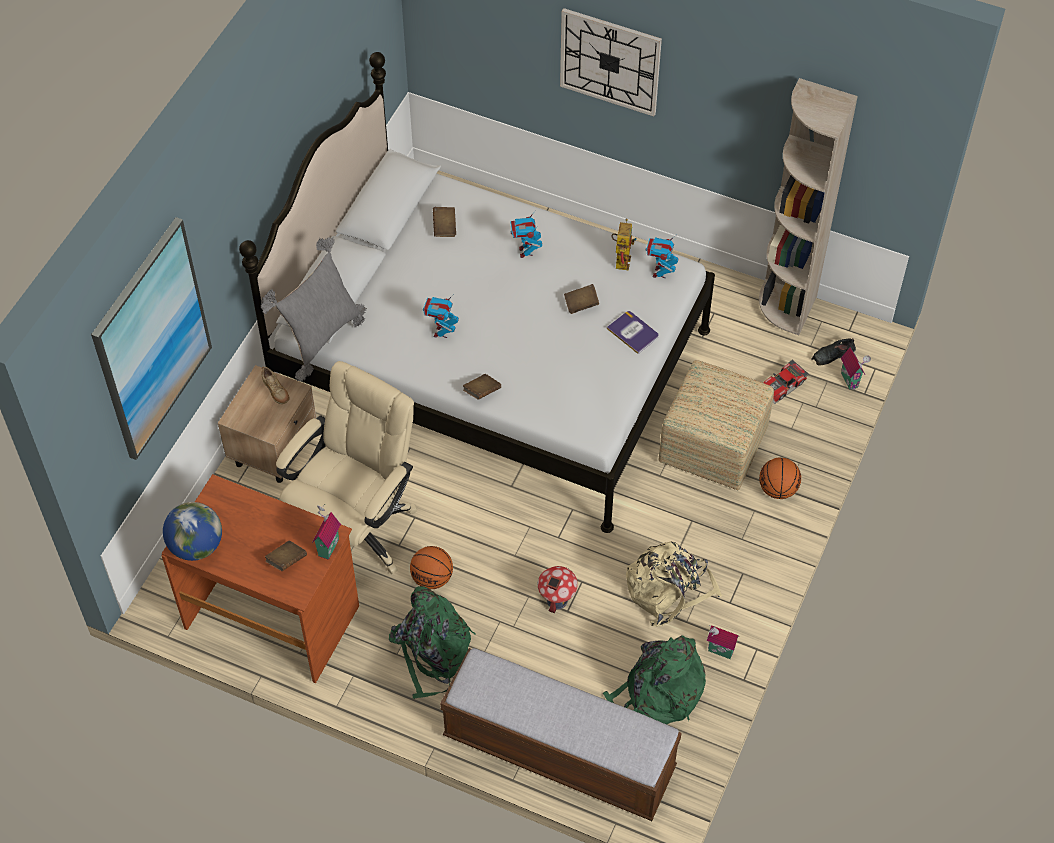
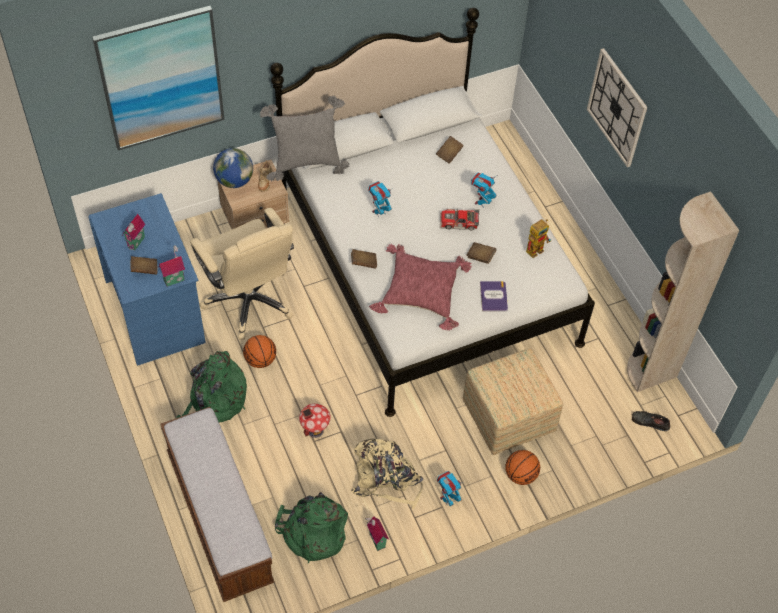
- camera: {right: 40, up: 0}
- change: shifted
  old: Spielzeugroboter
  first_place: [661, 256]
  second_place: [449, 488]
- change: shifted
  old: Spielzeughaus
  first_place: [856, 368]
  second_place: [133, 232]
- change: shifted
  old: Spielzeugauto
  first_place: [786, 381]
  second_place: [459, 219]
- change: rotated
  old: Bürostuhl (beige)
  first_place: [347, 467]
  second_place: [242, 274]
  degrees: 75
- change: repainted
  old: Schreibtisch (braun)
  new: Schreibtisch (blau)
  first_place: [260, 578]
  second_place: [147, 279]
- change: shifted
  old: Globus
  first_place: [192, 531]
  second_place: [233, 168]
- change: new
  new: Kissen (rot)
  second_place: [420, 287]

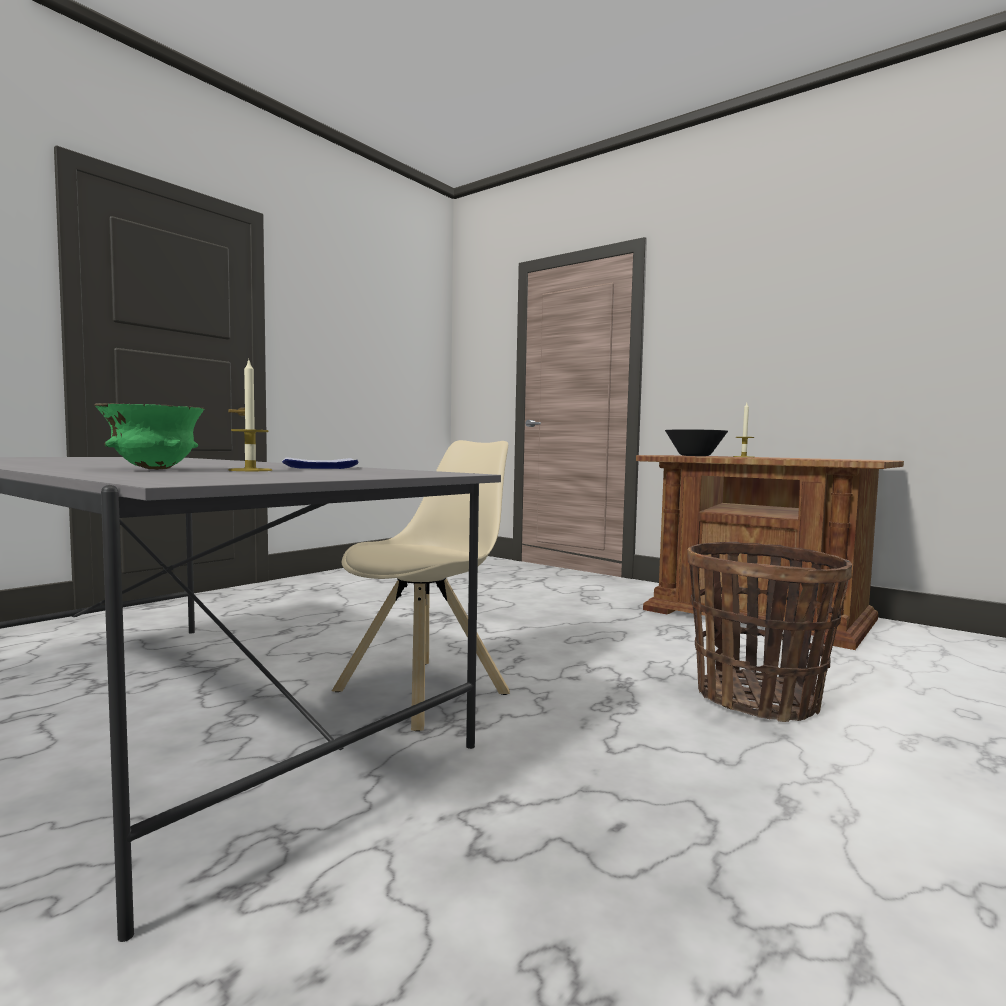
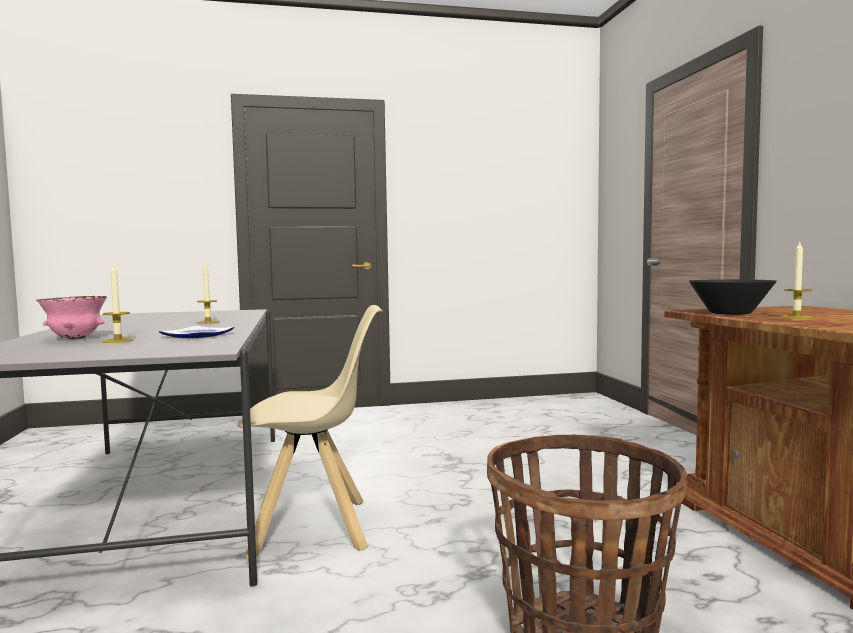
- camera: {right: 40, up: 0}
- change: repainted
  old: Schüssel (grün)
  new: Schüssel (rosa)
  first_place: [149, 436]
  second_place: [71, 317]
- change: new
  new: Kerze
  second_place: [208, 294]

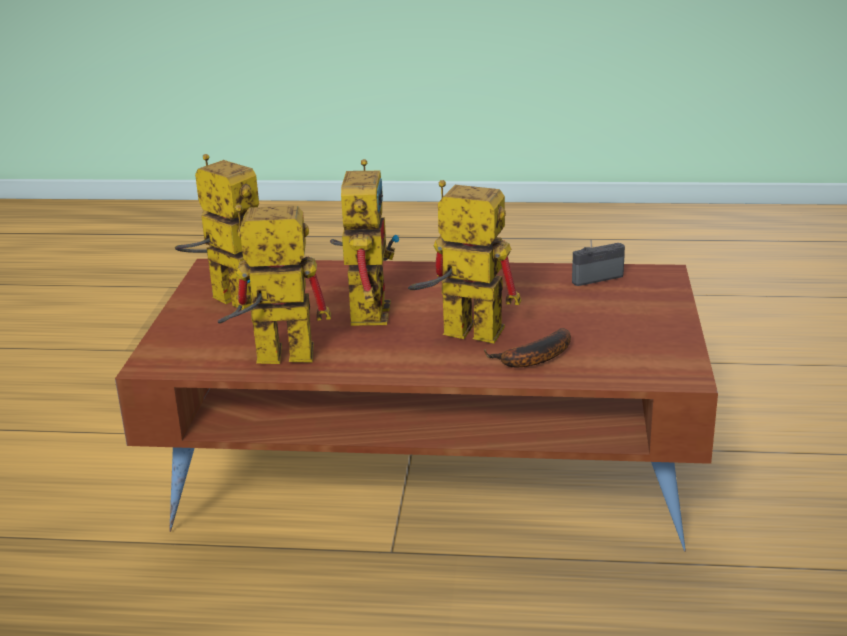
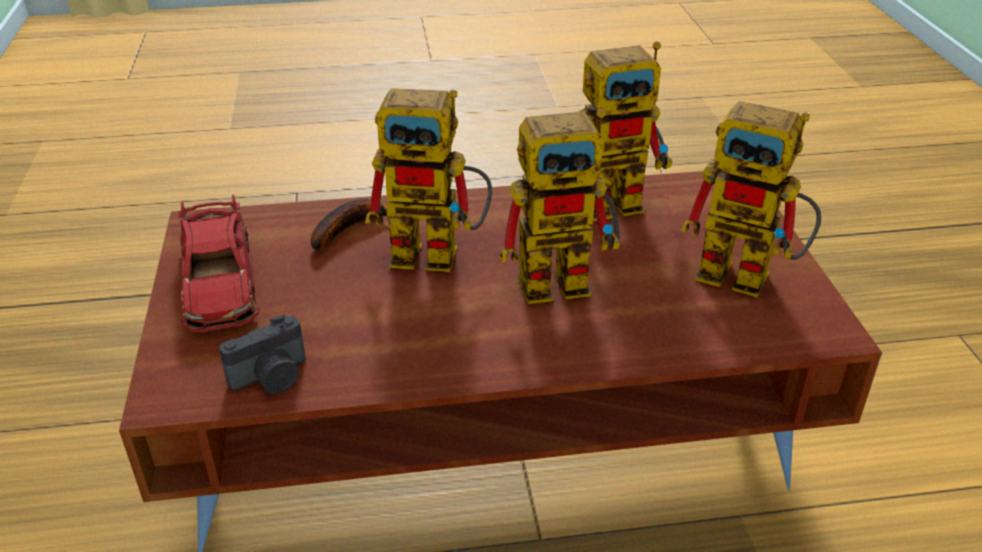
- camera: {right: 165, up: 10}
- change: rotated
  old: Spielzeugroboter
  first_place: [365, 242]
  second_place: [560, 206]
  degrees: -90
- change: new
  new: Spielzeugauto (rot)
  second_place: [219, 263]

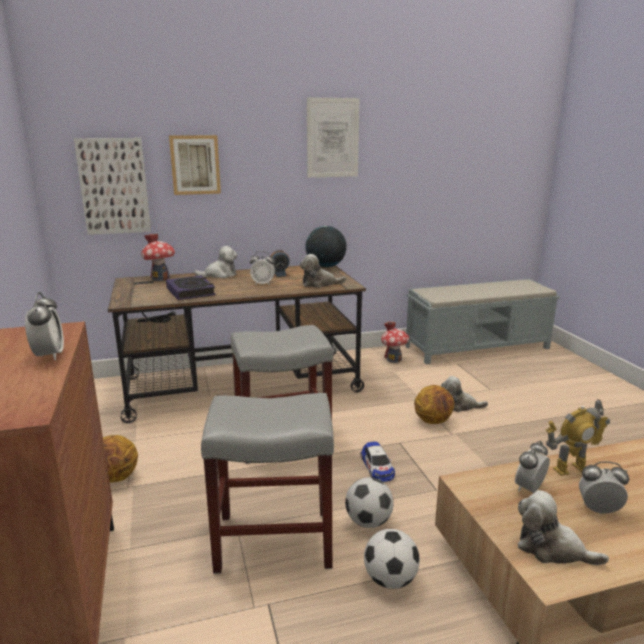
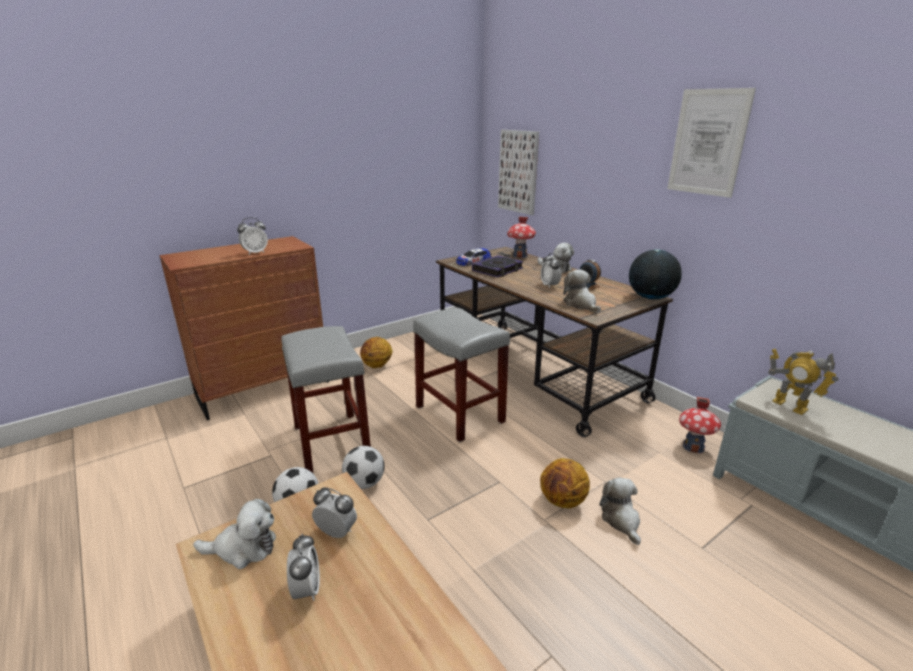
- camera: {right: 70, up: 5}
- change: gone
  old: Bild
  first_place: [195, 165]
- change: shifted
  old: Spielzeugroboter
  first_place: [578, 437]
  second_place: [803, 382]
- change: shifted
  old: Spielzeugauto
  first_place: [378, 462]
  second_place: [473, 257]
- change: rotated
  old: Plüschtier
  first_place: [563, 527]
  second_place: [234, 534]
  degrees: 75

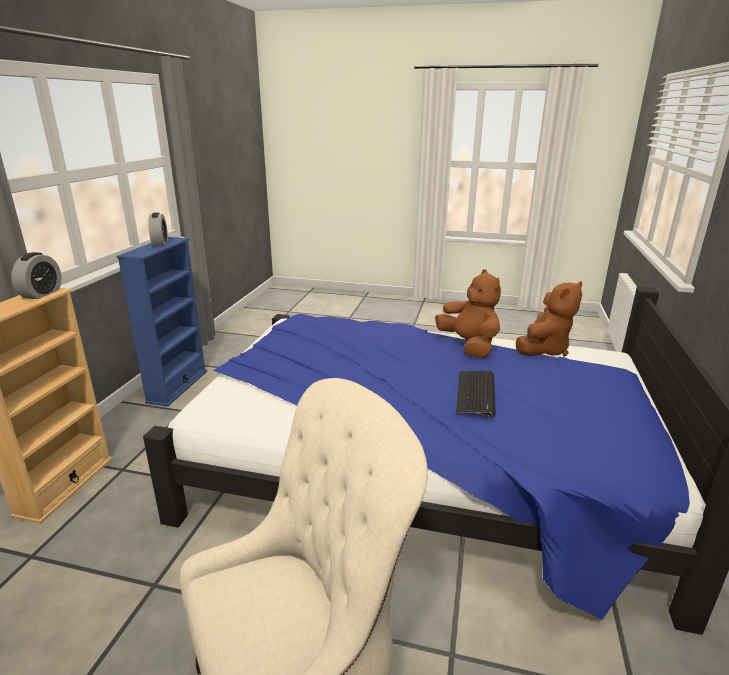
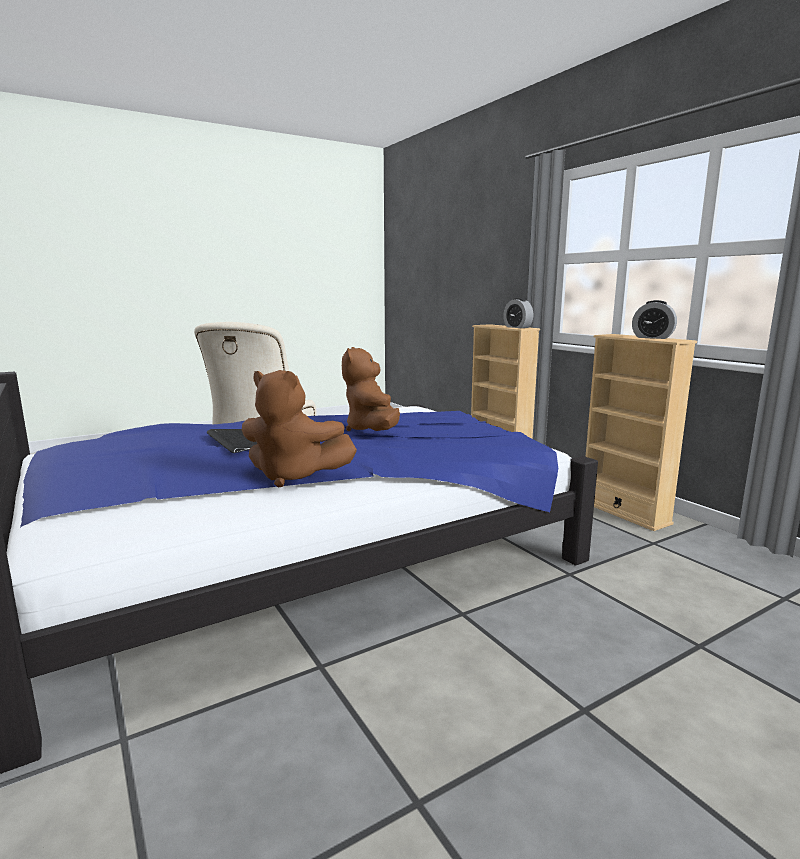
- camera: {right: 135, up: -10}
- change: repainted
  old: Bücherregal (blau)
  new: Bücherregal (beige)
  first_place: [162, 322]
  second_place: [641, 432]
- change: shifted
  old: Plüschtier (braun)
  first_place: [549, 318]
  second_place: [371, 389]

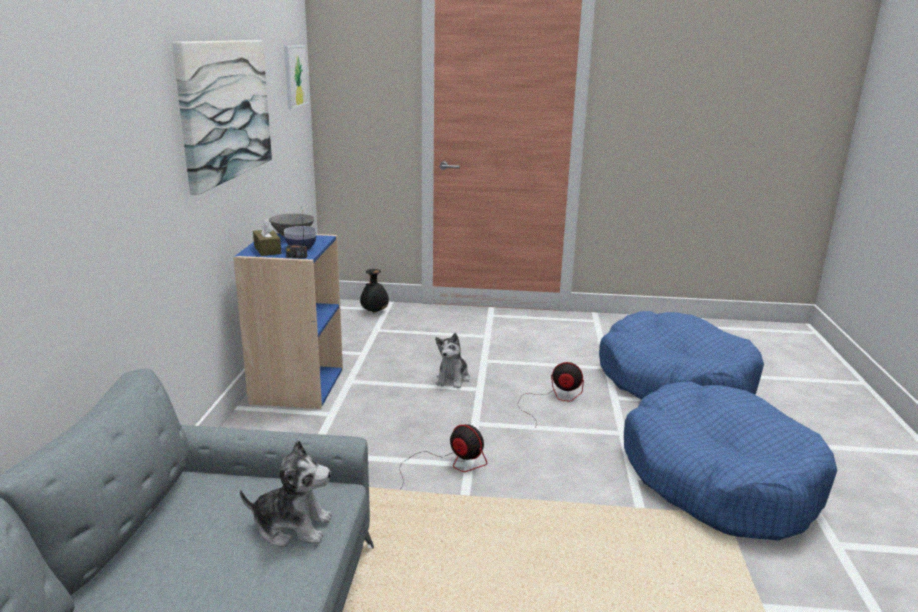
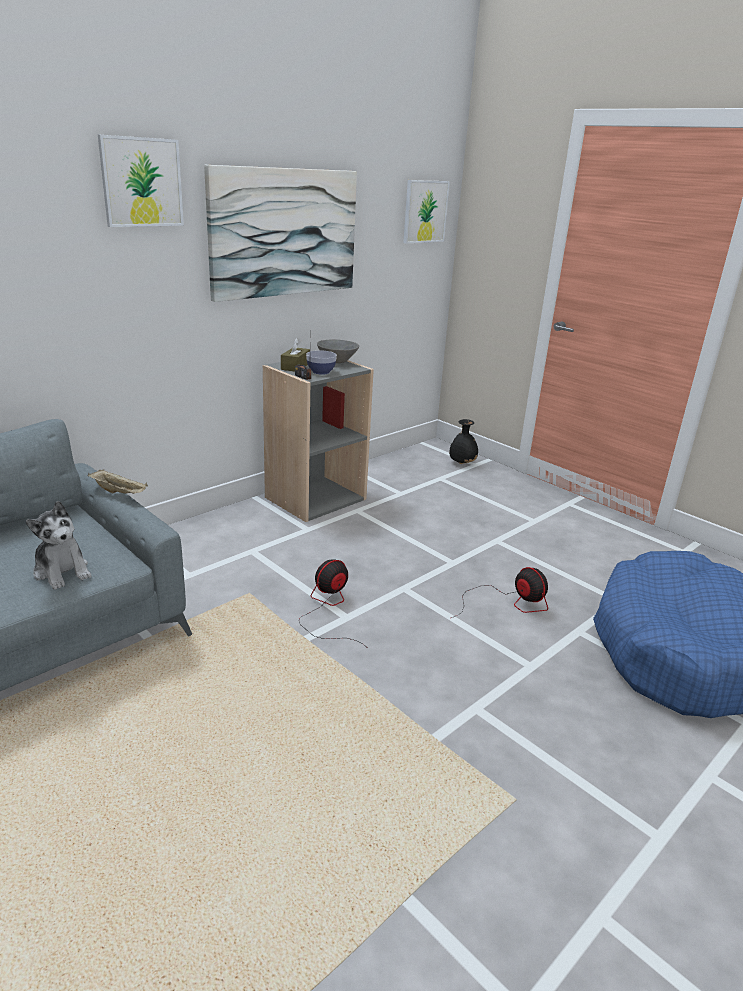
- camera: {right: 40, up: 5}
- change: repainted
  old: Bücherregal (blau)
  new: Bücherregal (grau)
  first_place: [288, 320]
  second_place: [318, 441]
- change: gone
  old: Plüschtier
  first_place: [452, 360]
- change: gone
  old: Hundebett (blau)
  first_place: [730, 461]
- change: rotated
  old: Ventilator
  first_place: [443, 456]
  second_place: [334, 604]
  degrees: -120
- change: new
  new: Bild
  second_place: [141, 181]
- change: new
  new: Tablett (beige)
  second_place: [118, 482]

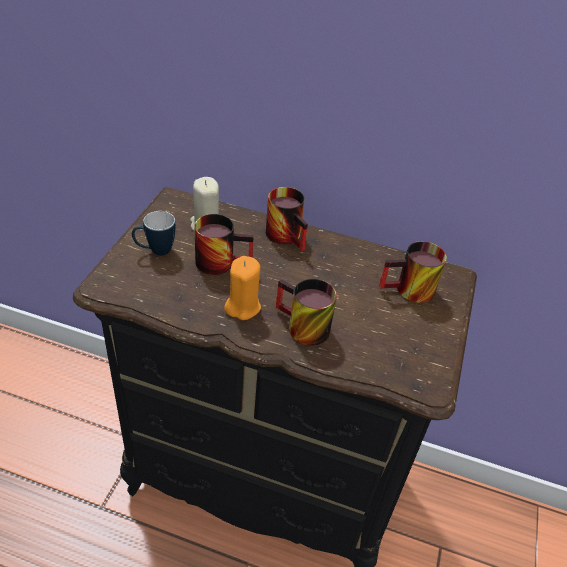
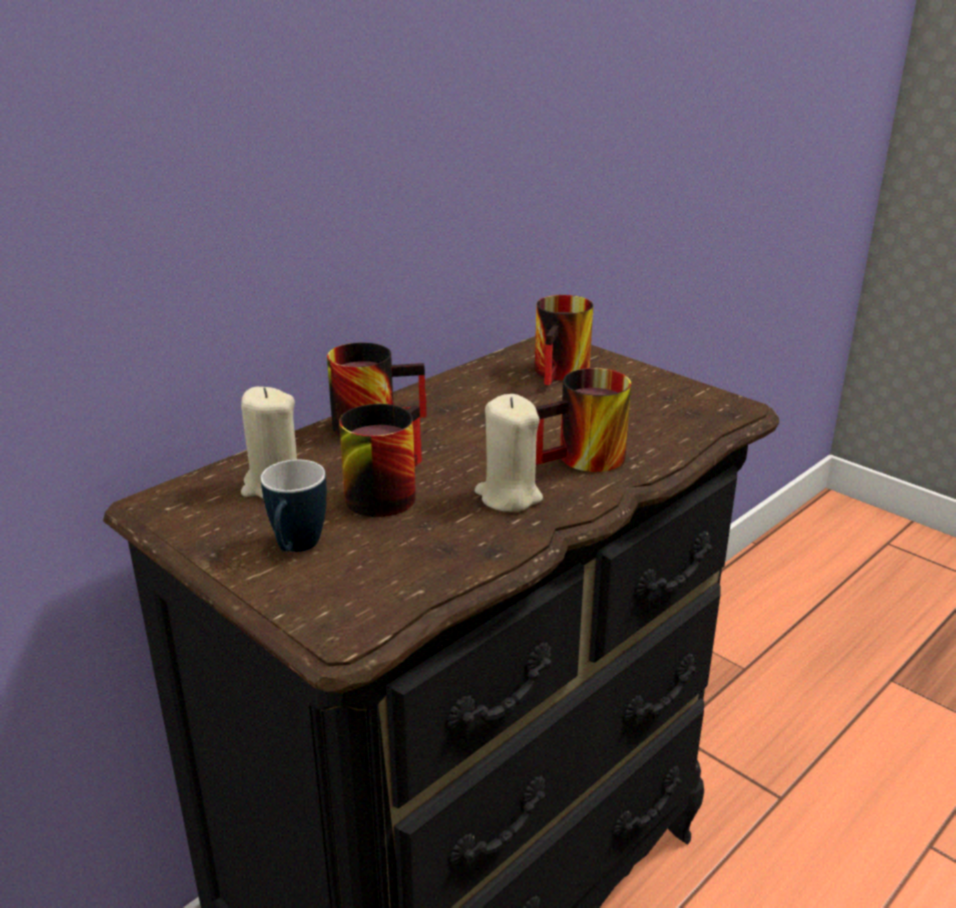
- camera: {right: -60, up: -15}
- change: repainted
  old: Kerze (orange)
  new: Kerze (beige)
  first_place: [242, 288]
  second_place: [509, 453]

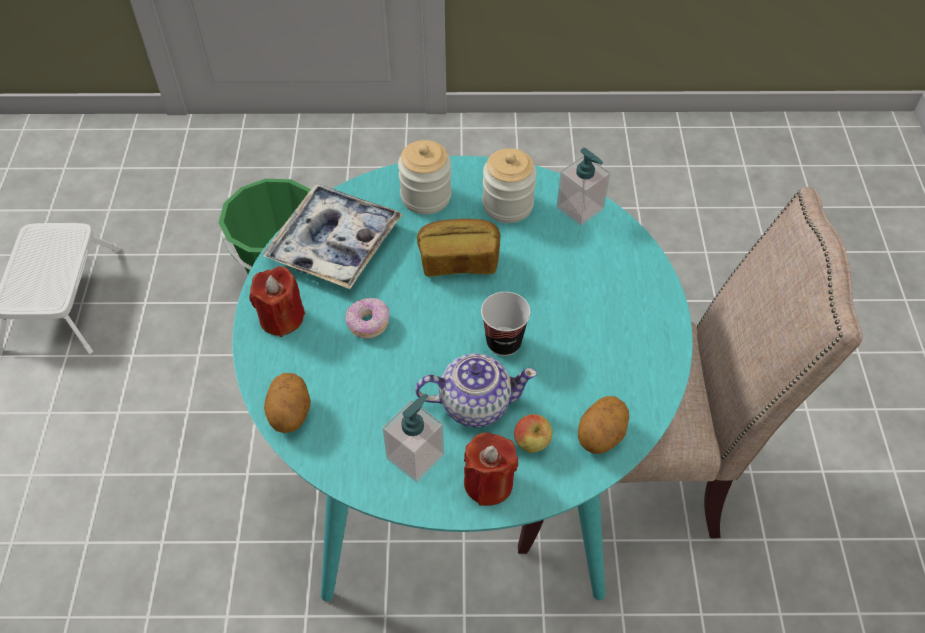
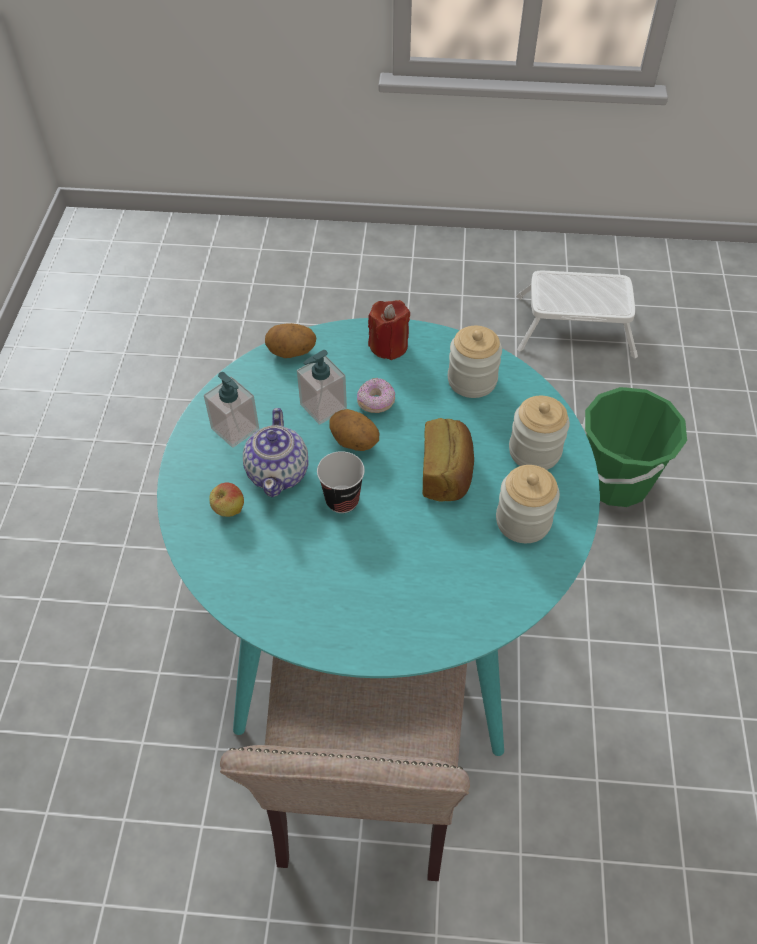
- camera: {right: 95, up: 0}
- change: shifted
  old: Seifenspender
  first_place: [583, 187]
  second_place: [322, 387]
- change: swapped
  old: Tablett
  new: Vorratsglas
  first_place: [333, 236]
  second_place: [475, 362]
- change: shifted
  old: Kartoffel
  first_place: [603, 425]
  second_place: [354, 430]
- change: gone
  old: Kerze (rot)
  first_place: [491, 469]

